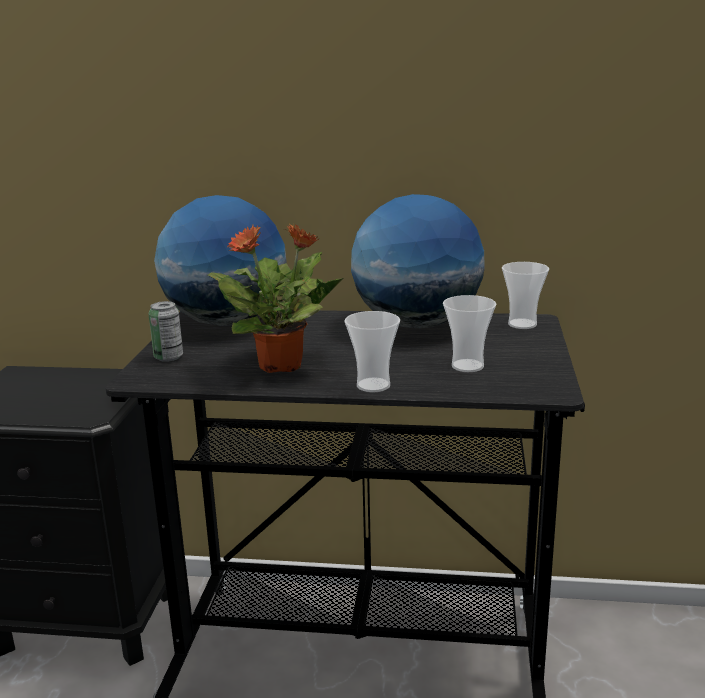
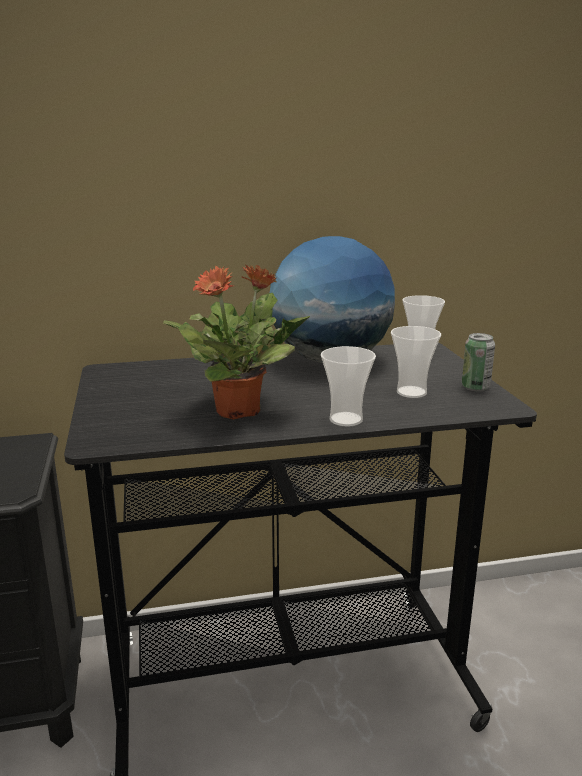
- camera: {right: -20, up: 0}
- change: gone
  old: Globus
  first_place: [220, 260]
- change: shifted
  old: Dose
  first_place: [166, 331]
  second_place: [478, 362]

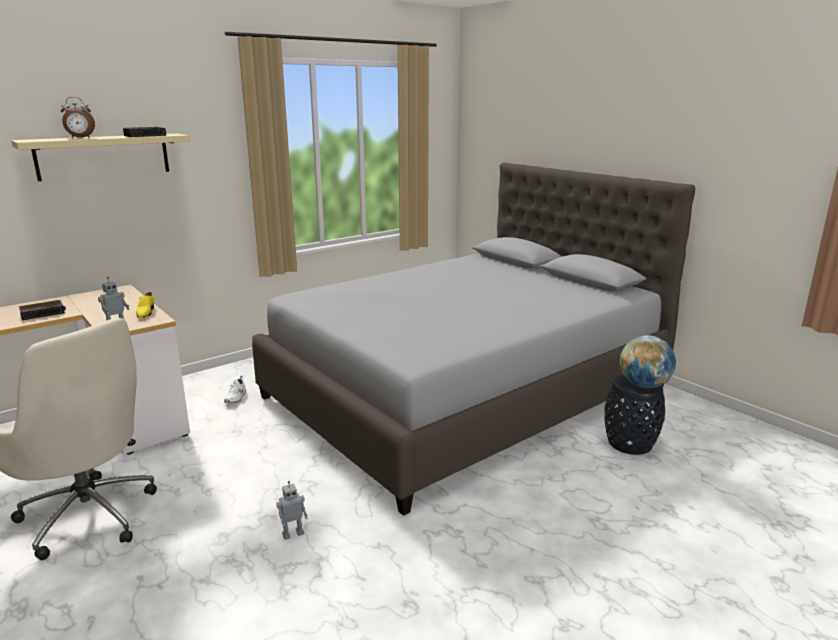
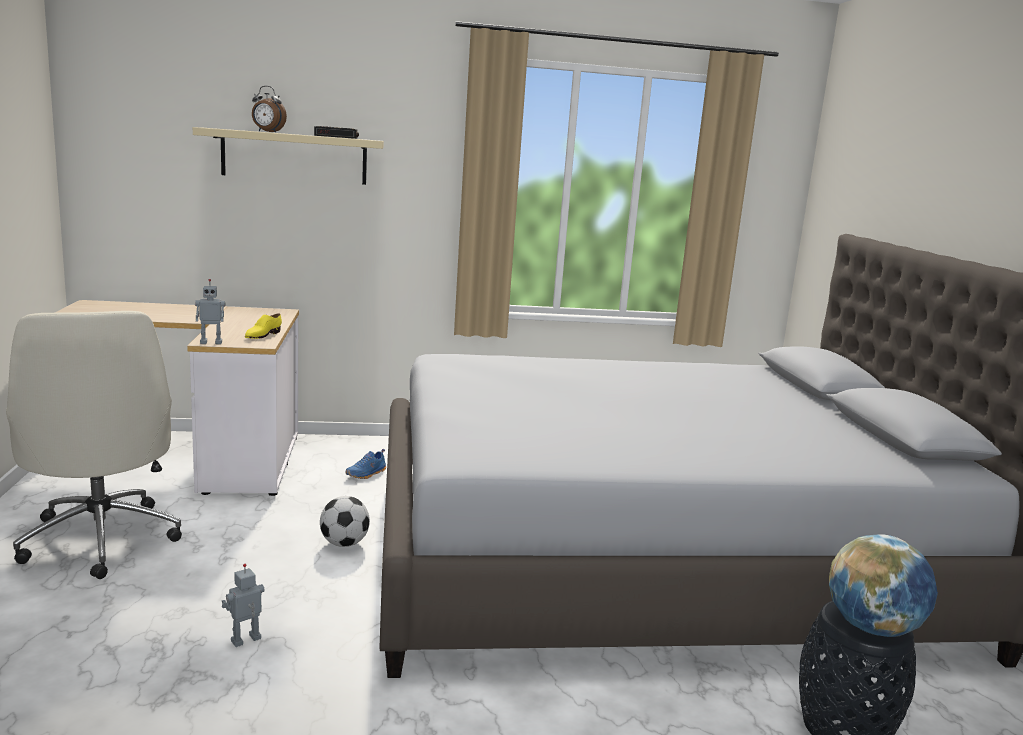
- camera: {right: 30, up: -5}
- change: gone
  old: Wecker
  first_place: [42, 310]
- change: repainted
  old: Schuh (weiß)
  new: Schuh (blau)
  first_place: [235, 389]
  second_place: [365, 464]
- change: rotated
  old: Spielzeugroboter
  first_place: [292, 510]
  second_place: [243, 605]
  degrees: 135
- change: new
  new: Fußball
  second_place: [345, 521]

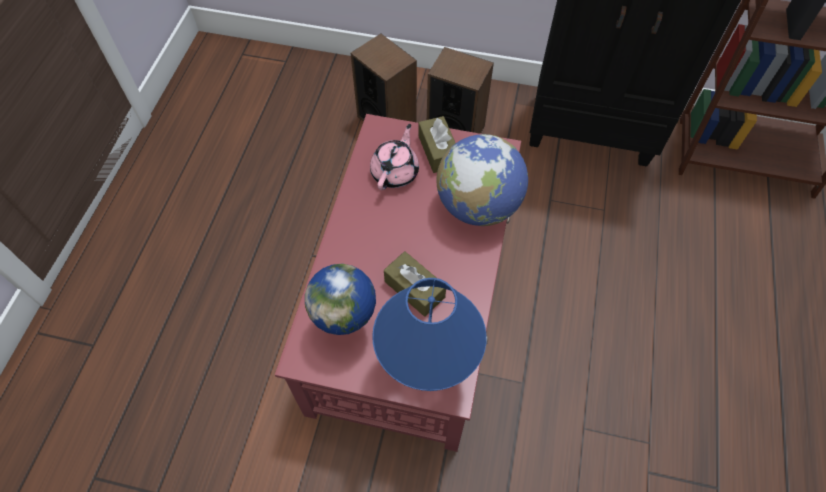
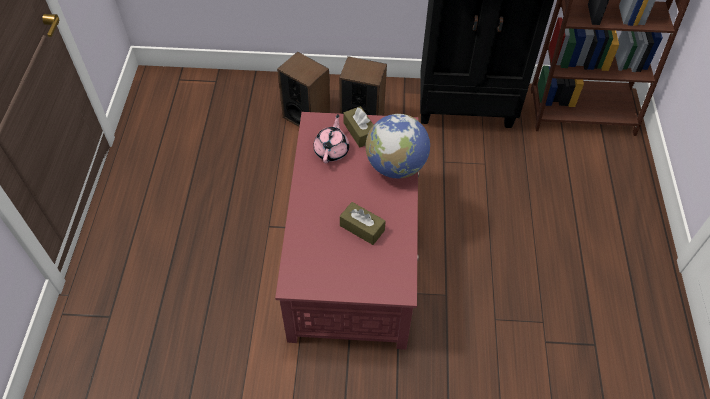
- camera: {right: -10, up: -5}
- change: gone
  old: Globus
  first_place: [340, 299]
- change: gone
  old: Tischlampe (blau)
  first_place: [429, 334]

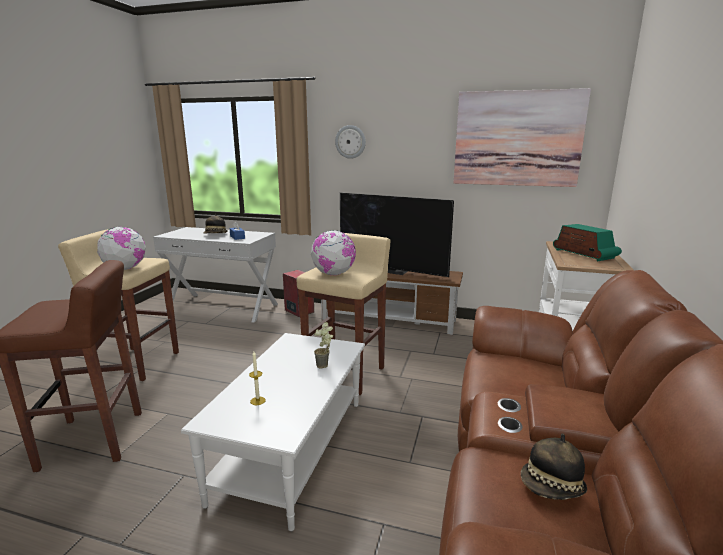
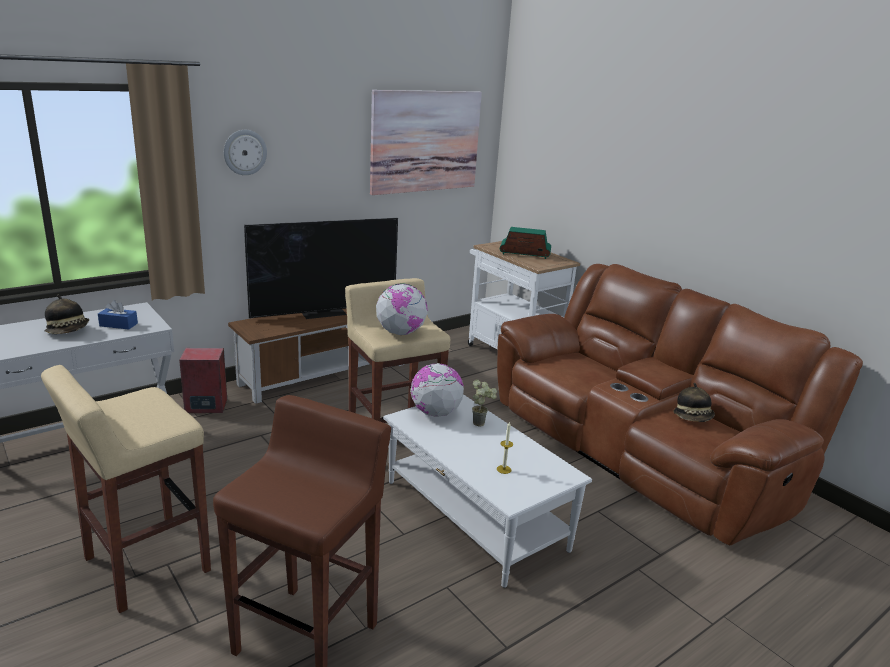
- camera: {right: -55, up: 5}
- change: shifted
  old: Globus
  first_place: [121, 248]
  second_place: [437, 390]

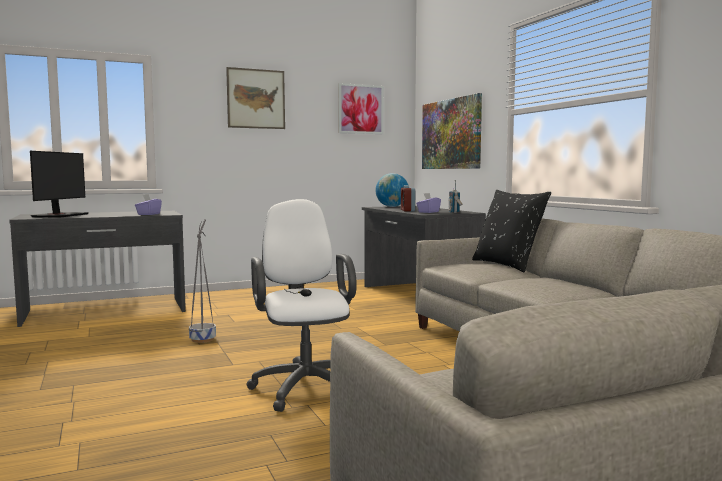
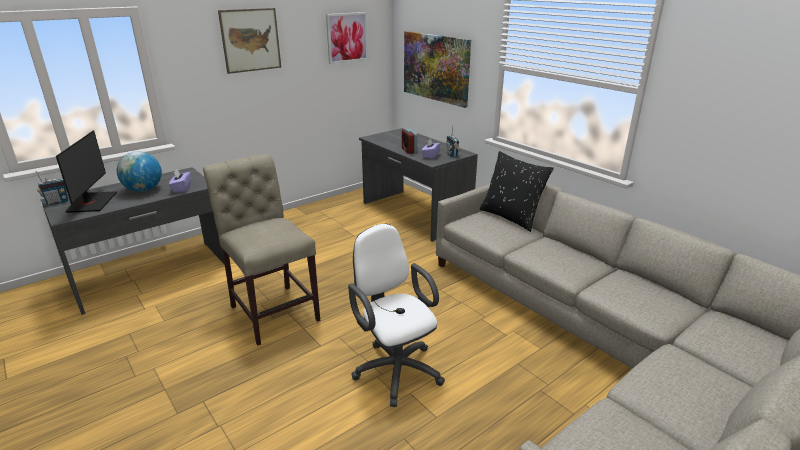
- camera: {right: -15, up: 20}
- change: shifted
  old: Globus
  first_place: [391, 190]
  second_place: [139, 171]
- change: swapped
  old: Pflanzkübel (grau)
  new: Stuhl (beige)
  first_place: [202, 281]
  second_place: [261, 249]
- change: new
  new: Radio
  second_place: [52, 188]

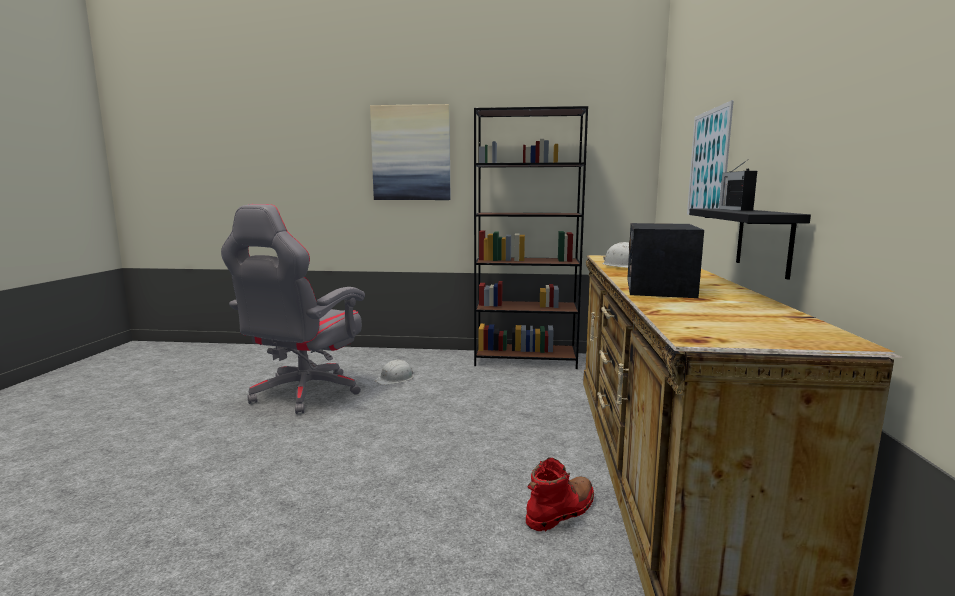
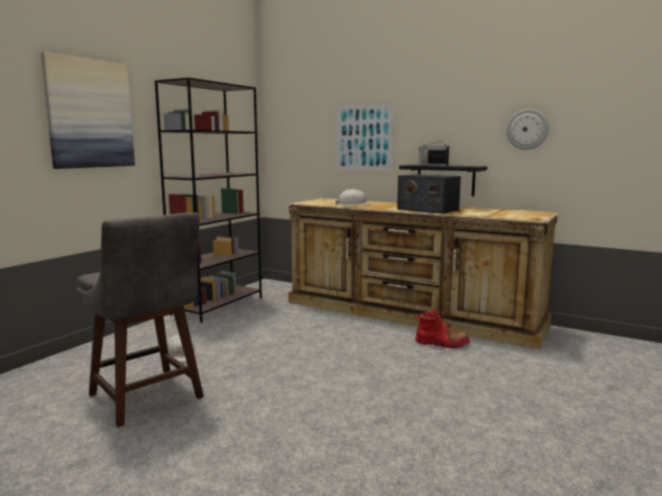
- camera: {right: -65, up: 0}
- change: swapped
  old: Bürostuhl (grau)
  new: Hocker (grau)
  first_place: [293, 309]
  second_place: [140, 320]
- change: rotated
  old: Stiefel (rot)
  first_place: [560, 494]
  second_place: [442, 328]
  degrees: 120
- change: new
  new: Wanduhr
  second_place: [527, 129]

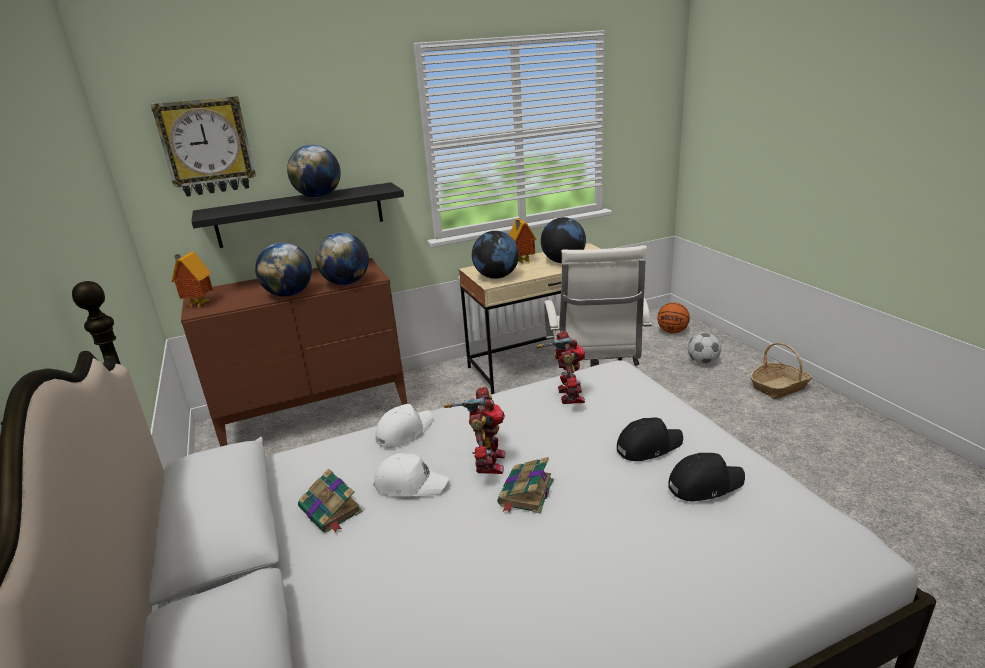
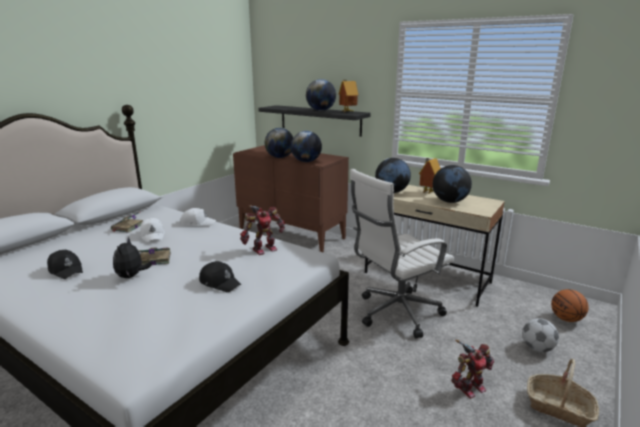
- camera: {right: 55, up: -5}
- change: gone
  old: Wanduhr
  first_place: [203, 146]
- change: shifted
  old: Spielzeughaus
  first_place: [192, 280]
  second_place: [349, 96]
- change: shifted
  old: Spielzeugroboter
  first_place: [475, 430]
  second_place: [472, 369]
- change: shifted
  old: Kappe (schwarz)
  first_place: [706, 477]
  second_place: [65, 264]
- change: new
  new: Plüschtier
  second_place: [132, 257]

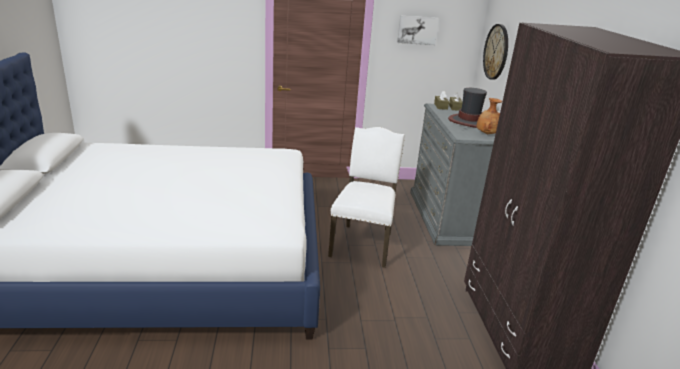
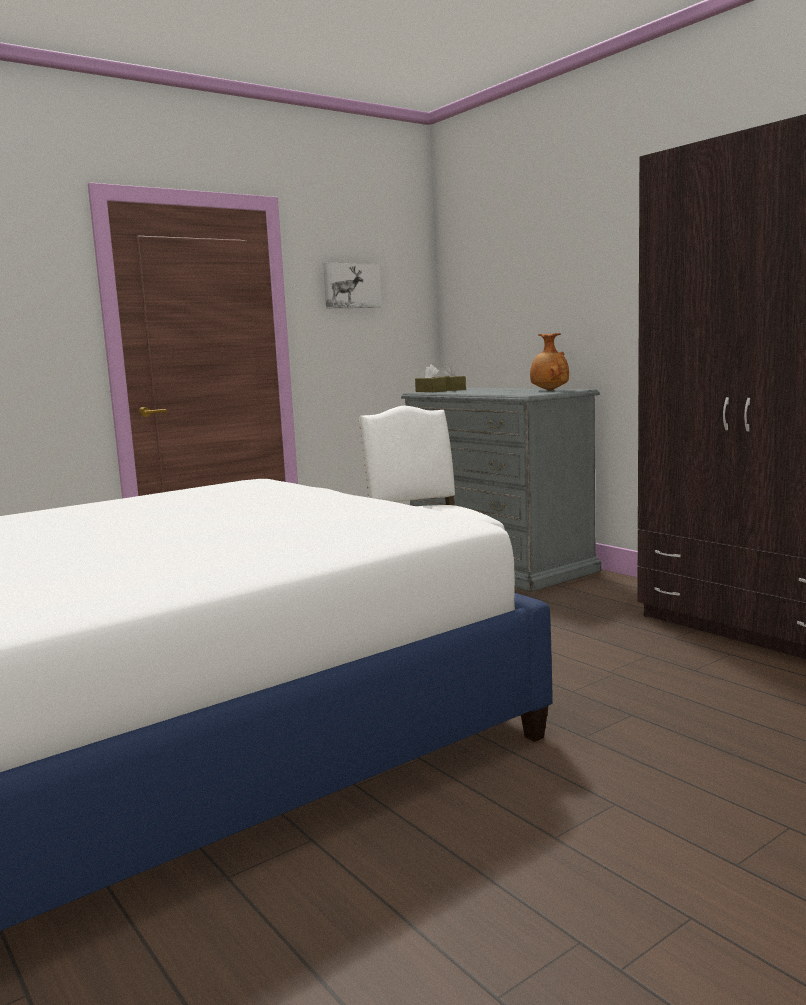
- camera: {right: -30, up: -15}
- change: gone
  old: Wanduhr
  first_place: [495, 52]
- change: gone
  old: Hut
  first_place: [467, 108]

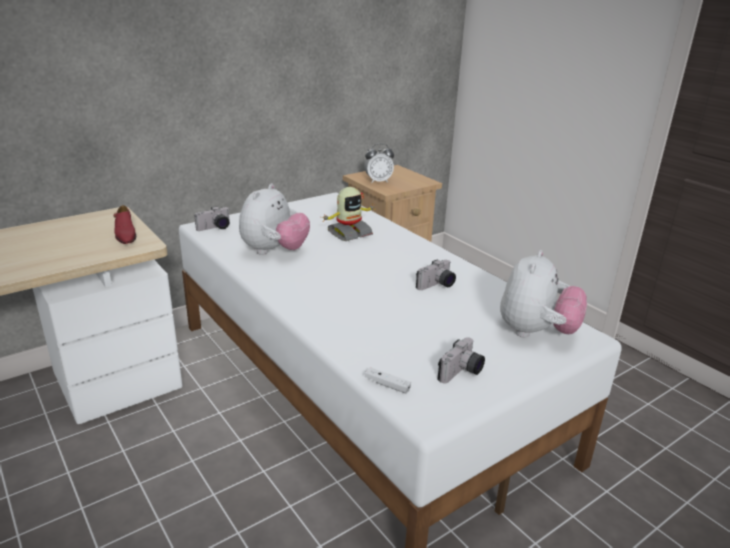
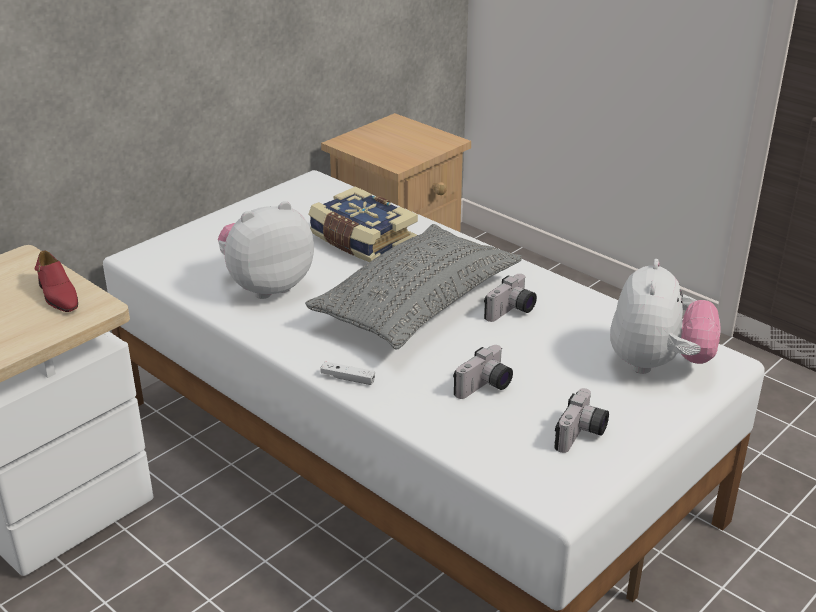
- camera: {right: -10, up: 5}
- change: gone
  old: Wecker
  first_place: [379, 163]
- change: rotated
  old: Plüschtier
  first_place: [274, 219]
  second_place: [266, 250]
  degrees: -135
- change: swapped
  old: Spielzeugroboter
  new: Buch
  first_place: [349, 214]
  second_place: [363, 224]
- change: shifted
  old: Kamera
  first_place: [212, 218]
  second_place: [483, 372]
- change: shifted
  old: Gamepad (weiß)
  first_place: [388, 380]
  second_place: [347, 373]
- change: new
  new: Kissen (grau)
  second_place: [413, 287]

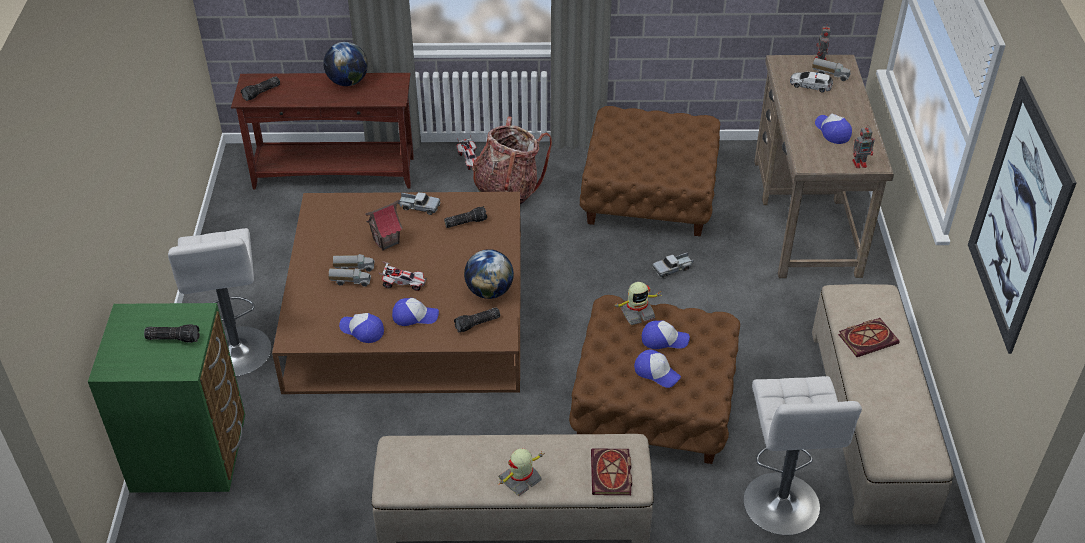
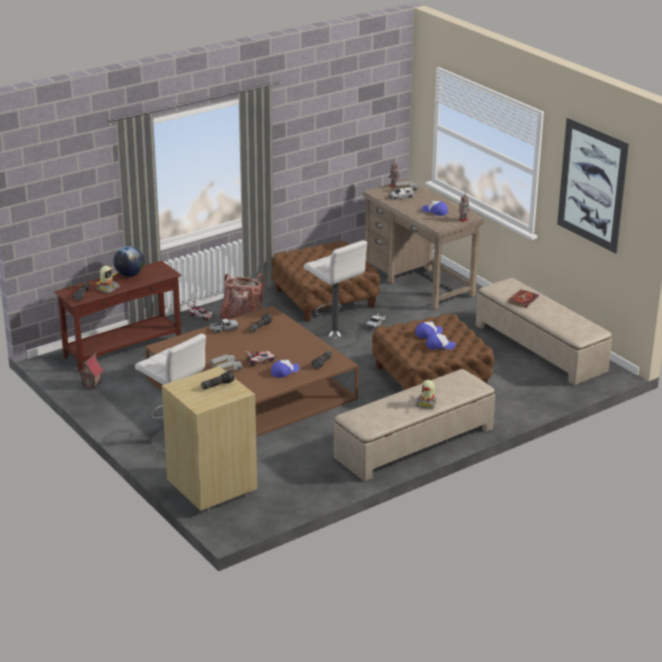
- camera: {right: -35, up: -15}
- change: shifted
  old: Spielzeughaus
  first_place: [384, 225]
  second_place: [90, 370]
- change: gone
  old: Globus
  first_place: [489, 274]
- change: shifted
  old: Spielzeugroboter
  first_place: [638, 303]
  second_place: [107, 279]
- change: repainted
  old: Kommode (grün)
  new: Kommode (braun)
  first_place: [166, 398]
  second_place: [209, 439]
- change: gone
  old: Kappe
  first_place: [361, 328]
- change: shifted
  old: Hocker (weiß)
  first_place: [803, 455]
  second_place: [335, 293]
- change: gone
  old: Buch
  first_place: [611, 472]

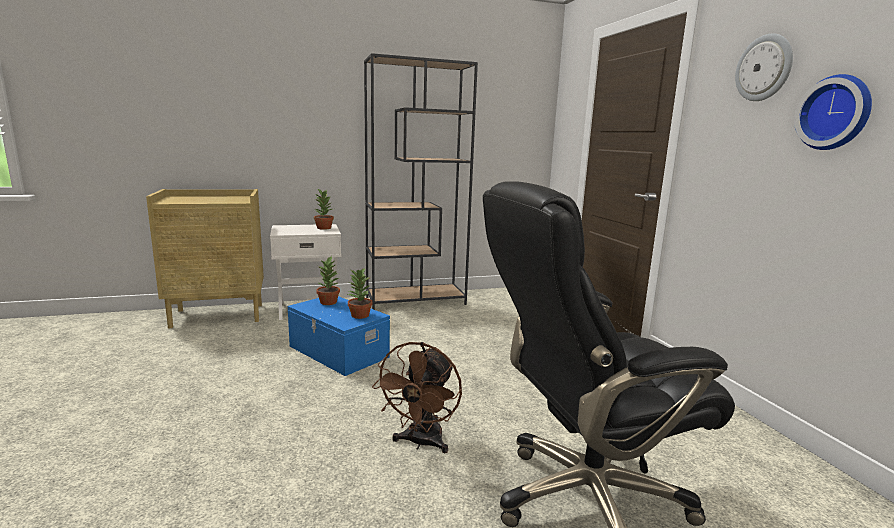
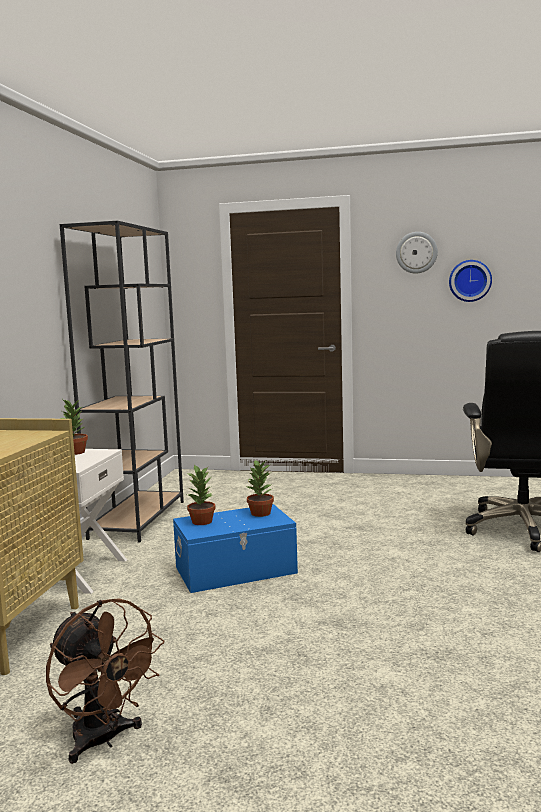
- camera: {right: -60, up: -5}
- change: shifted
  old: Ventilator (braun)
  first_place: [417, 397]
  second_place: [105, 681]

